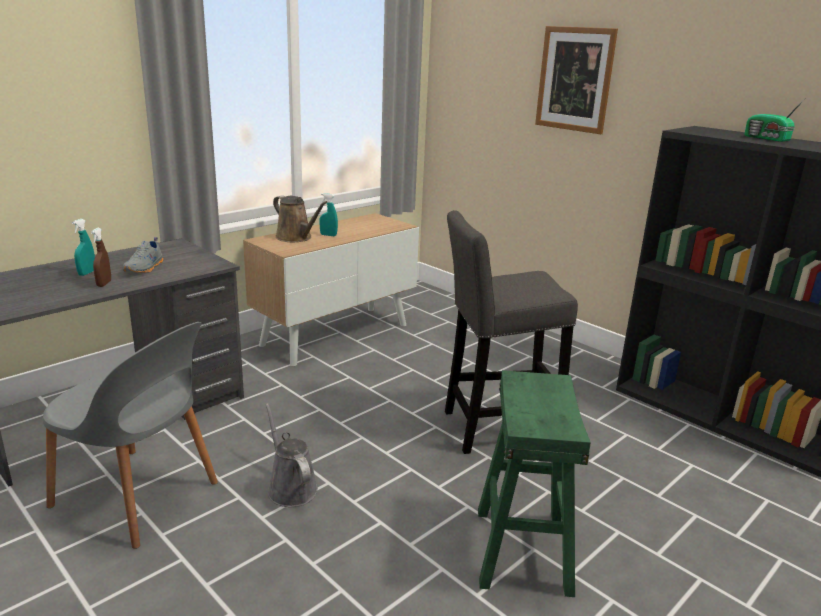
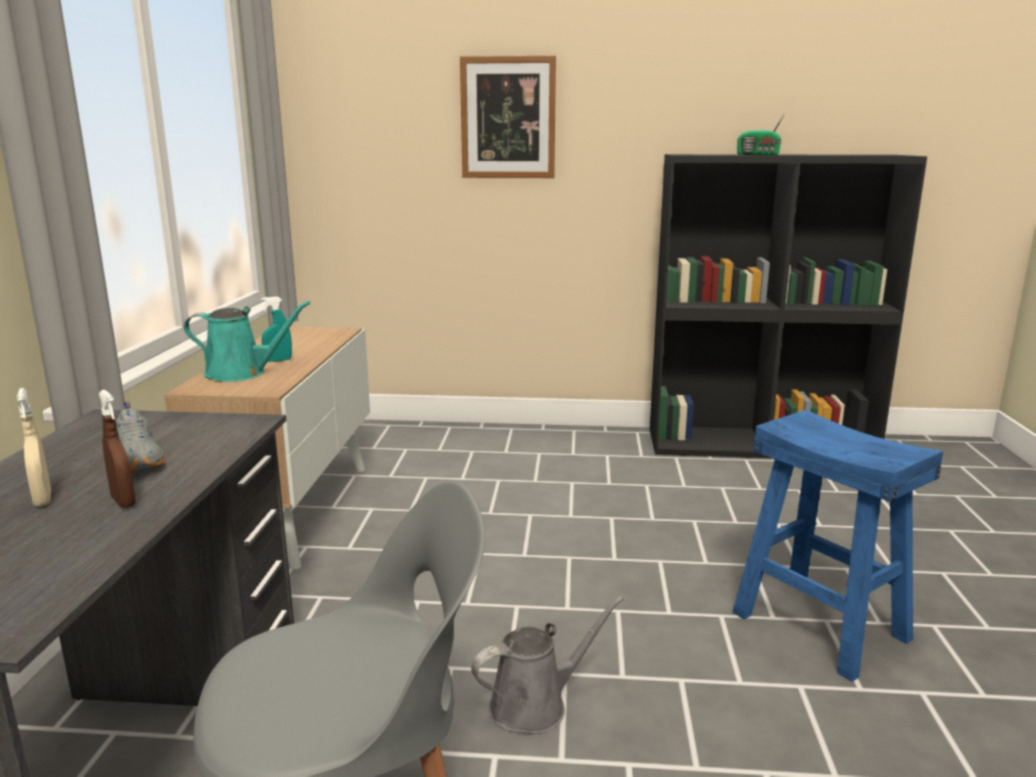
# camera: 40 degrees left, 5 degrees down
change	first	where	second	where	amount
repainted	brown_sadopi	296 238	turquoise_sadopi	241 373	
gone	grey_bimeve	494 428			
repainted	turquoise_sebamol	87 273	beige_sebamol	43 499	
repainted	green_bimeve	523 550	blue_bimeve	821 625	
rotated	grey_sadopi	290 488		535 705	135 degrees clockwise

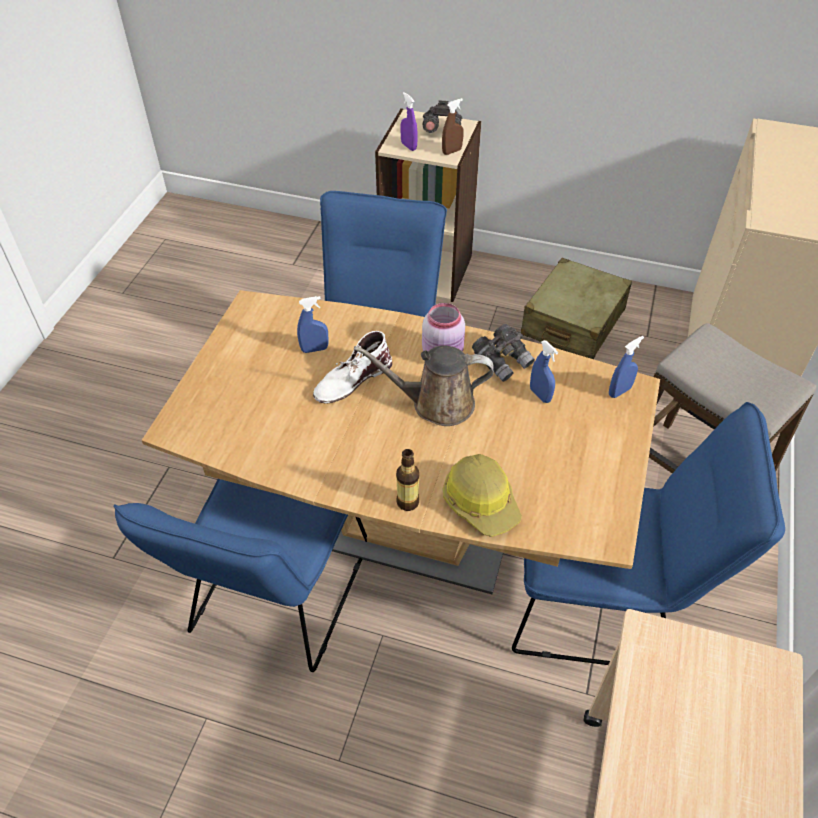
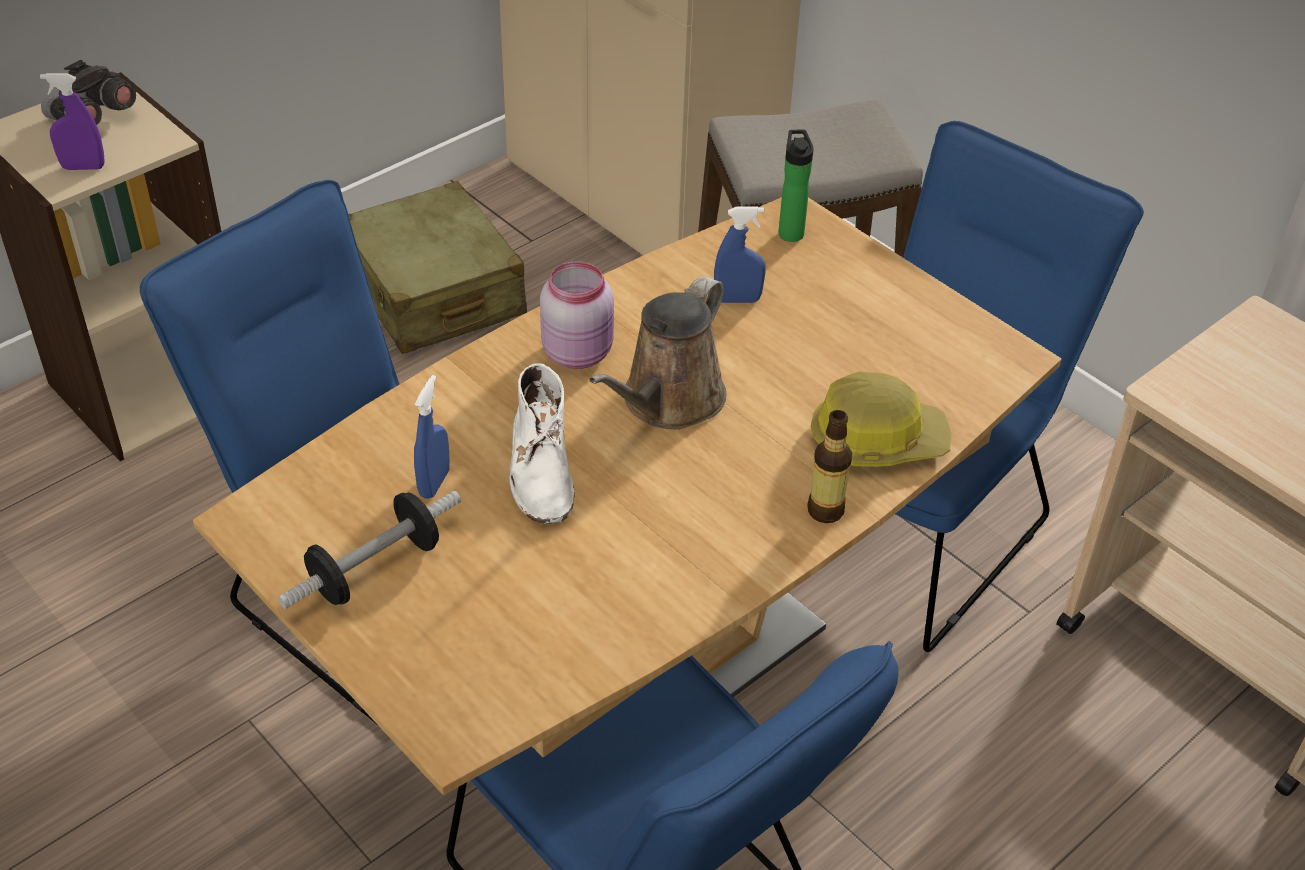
# camera: 60 degrees left, 5 degrees down
change	first	where	second	where	amount
gone	brown_sebamol	452 151			
gone	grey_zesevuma	502 361			
swapped	blue_sebamol	619 391	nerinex	790 231	
new			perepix	375 569	

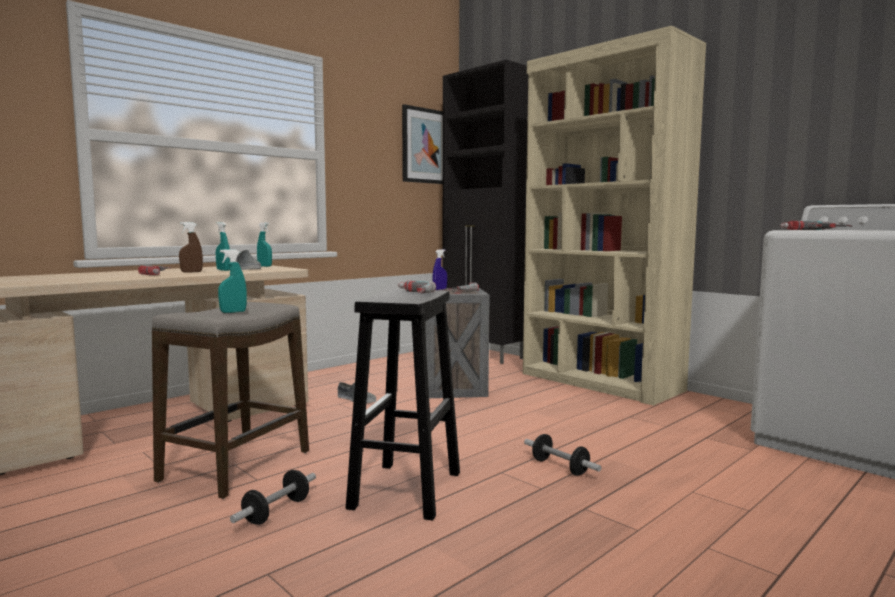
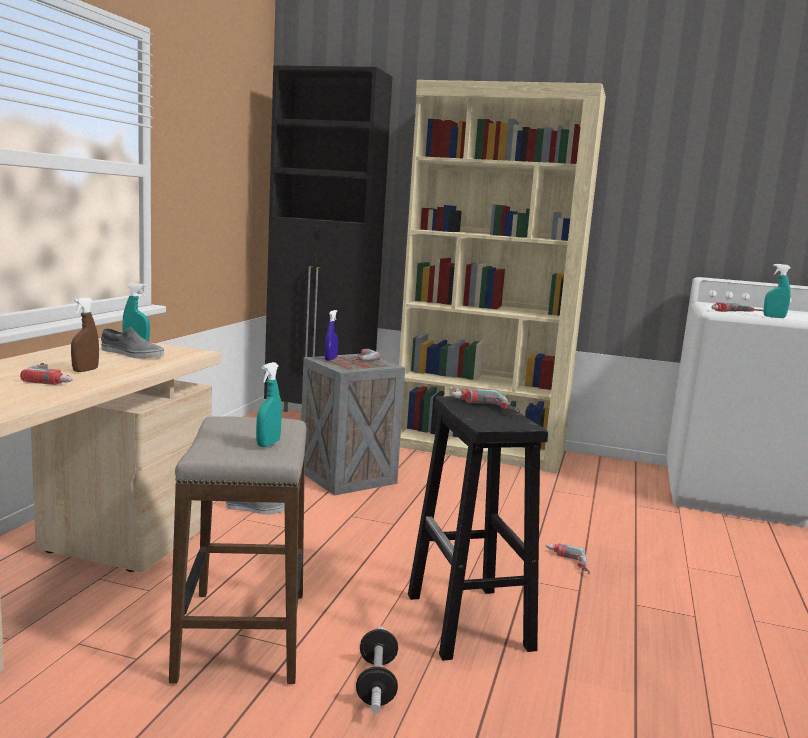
# camera: 30 degrees left, 5 degrees up
change	first	where	second	where	amount
gone	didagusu	425 146			
shifted	turquoise_sebamol	223 270		774 317	
swapped	perepix	560 467	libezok	566 563	

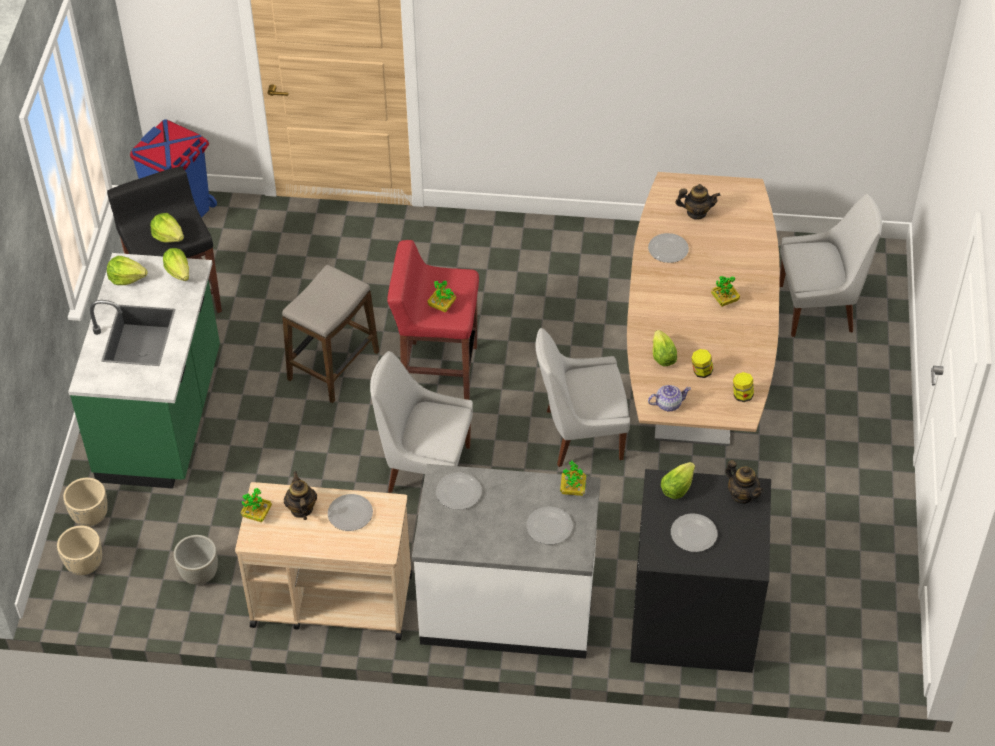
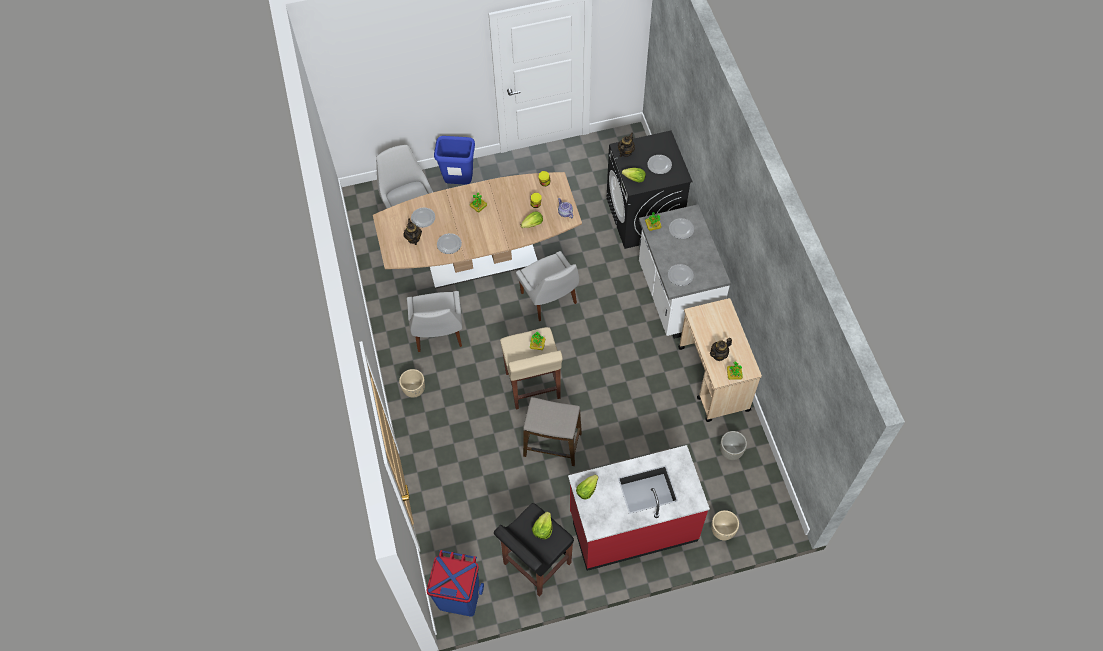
# camera: 110 degrees left, 10 degrees up
change	first	where	second	where	amount
repainted	red_bimeve	438 370	beige_bimeve	533 386	
repainted	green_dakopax	163 417	red_dakopax	633 526	
gone	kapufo	126 278			
shifted	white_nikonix	425 468		438 334	
shifted	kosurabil	350 513		422 218	
shifted	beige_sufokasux	84 565		414 390	
new			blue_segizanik	459 182	

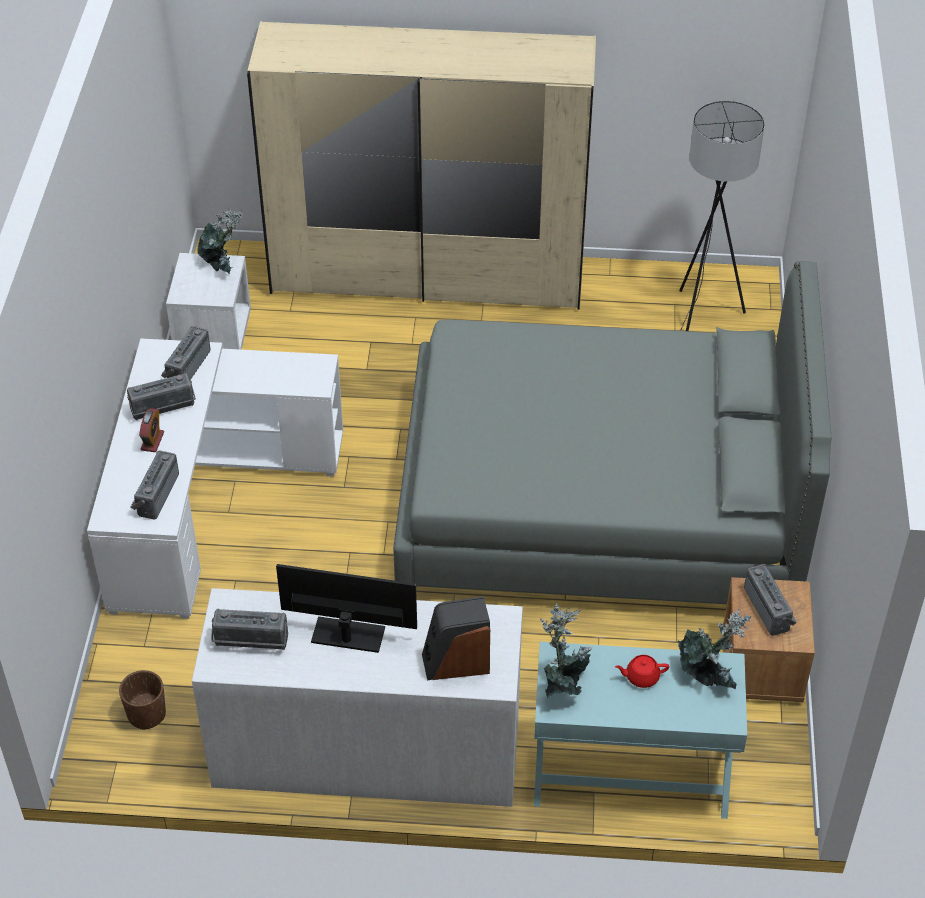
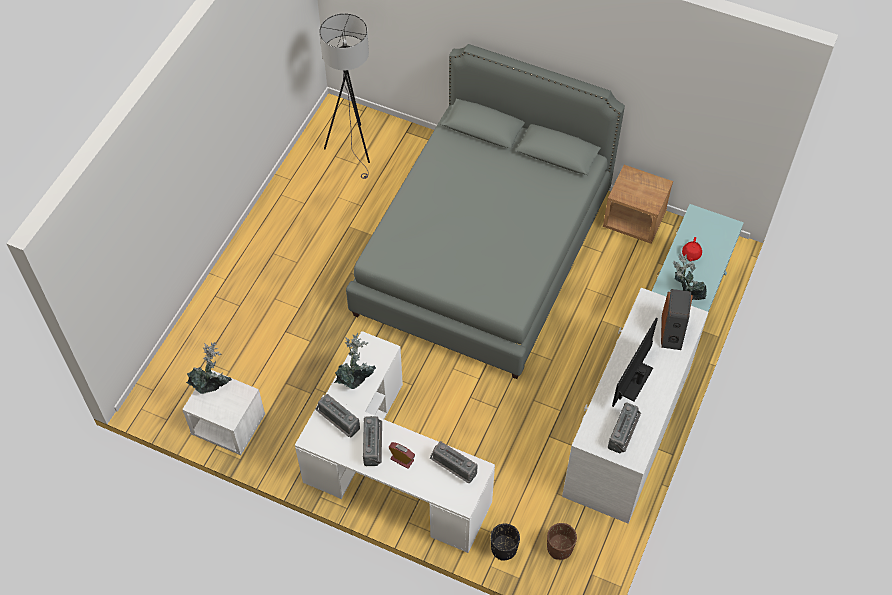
# camera: 70 degrees left, 10 degrees up
change	first	where	second	where	amount
gone	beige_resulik	429 277			
gone	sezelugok	769 609			
shifted	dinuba	708 676		355 379	
new			black_sufokasux	504 549	

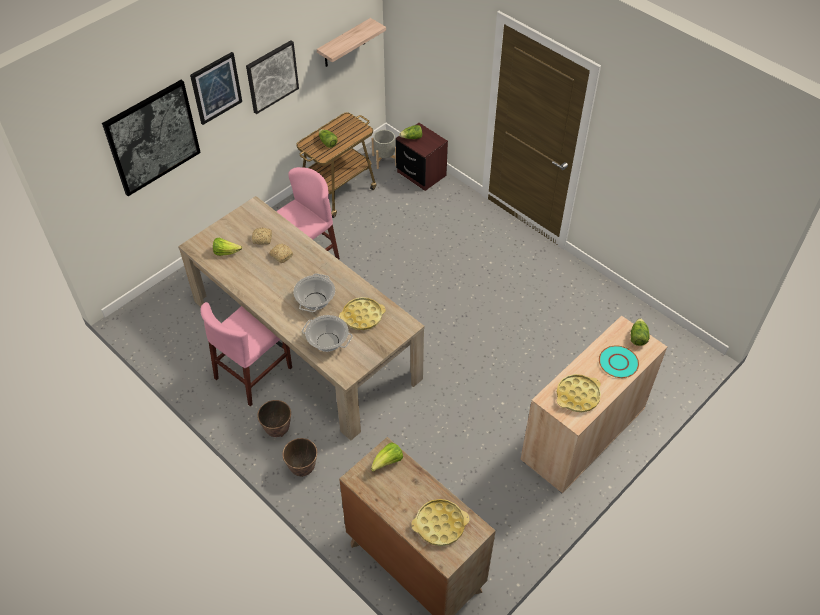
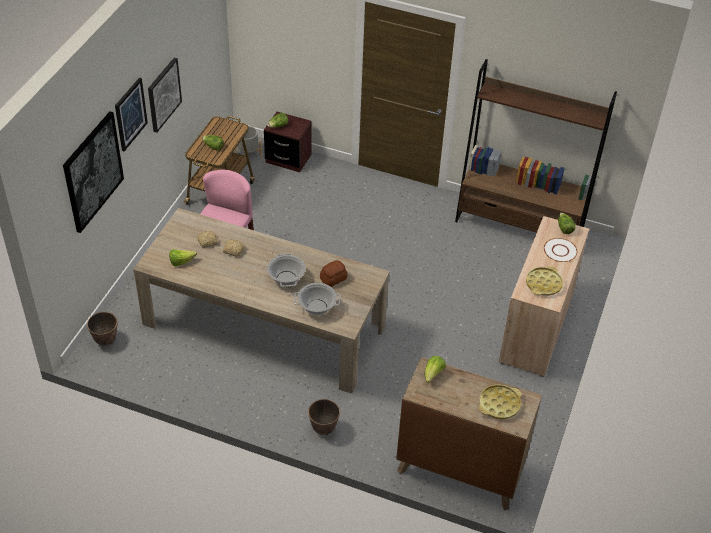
# camera: 25 degrees left, 5 degrees down
change	first	where	second	where	amount
gone	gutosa	344 43			
swapped	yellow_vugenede	362 316	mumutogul	334 279	
gone	pink_nikonix	253 373			
repainted	turquoise_kosurabil	618 362	white_kosurabil	560 251	
shifted	sufokasux	277 430		105 340	
new			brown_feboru	519 226	

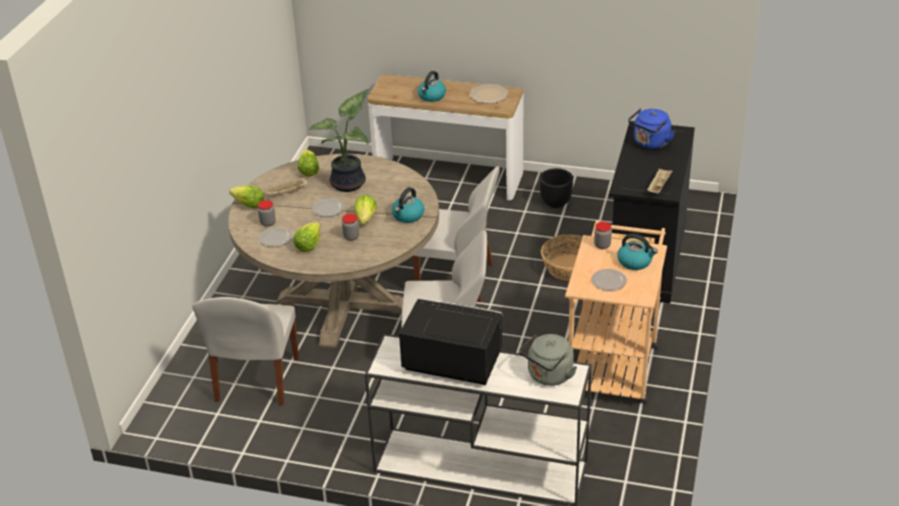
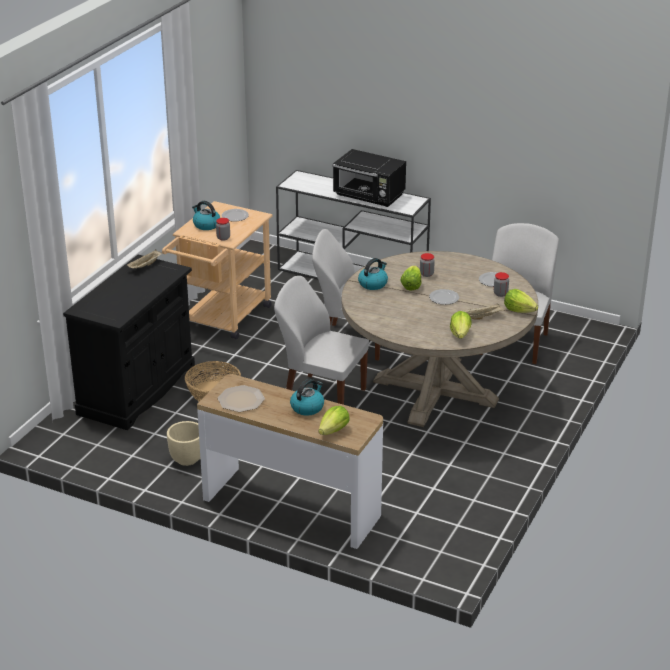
# camera: 170 degrees left, 5 degrees down
change	first	where	second	where	amount
gone	dinuba	350 183			
gone	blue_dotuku	650 143			
repainted	black_sufokasux	555 202	beige_sufokasux	187 459	
shifted	kapufo	308 245		334 431	
gone	grey_dotuku	548 376			

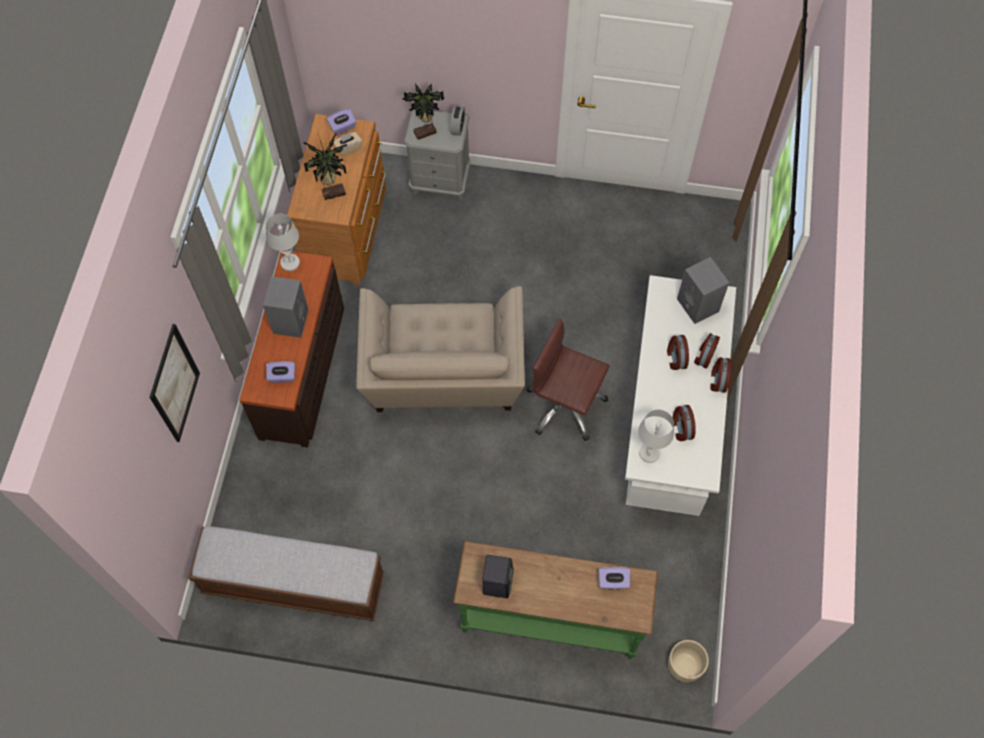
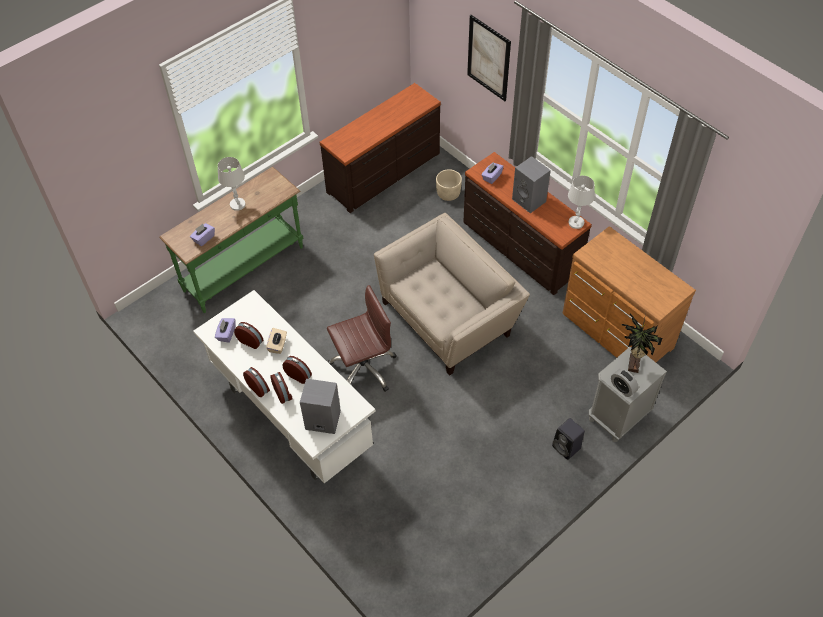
# camera: 130 degrees right, 10 degrees down
change	first	where	second	where	amount
shifted	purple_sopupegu	342 127		226 334	
shifted	beige_sopupegu	348 148		278 345	
gone	dinuba	333 192			
rotated	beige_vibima	443 375		449 316	105 degrees clockwise
shifted	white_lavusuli	649 452		238 204	
swapped	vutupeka	293 583	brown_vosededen	384 173	
shifted	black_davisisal	497 581		567 448	
shifted	beige_sufokasux	684 666		448 194	

